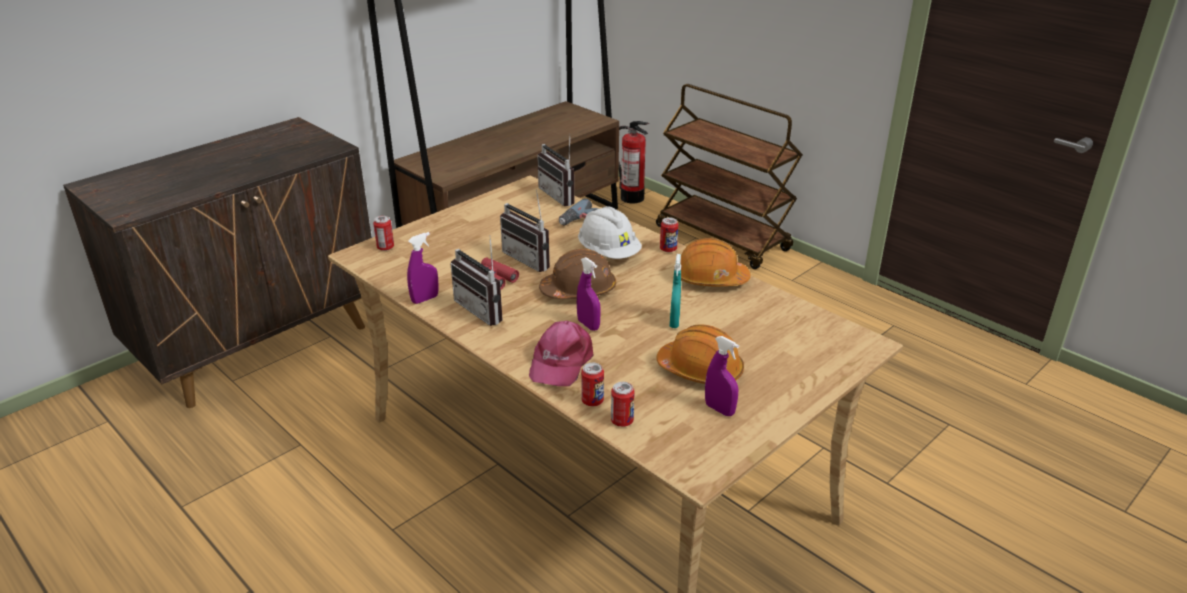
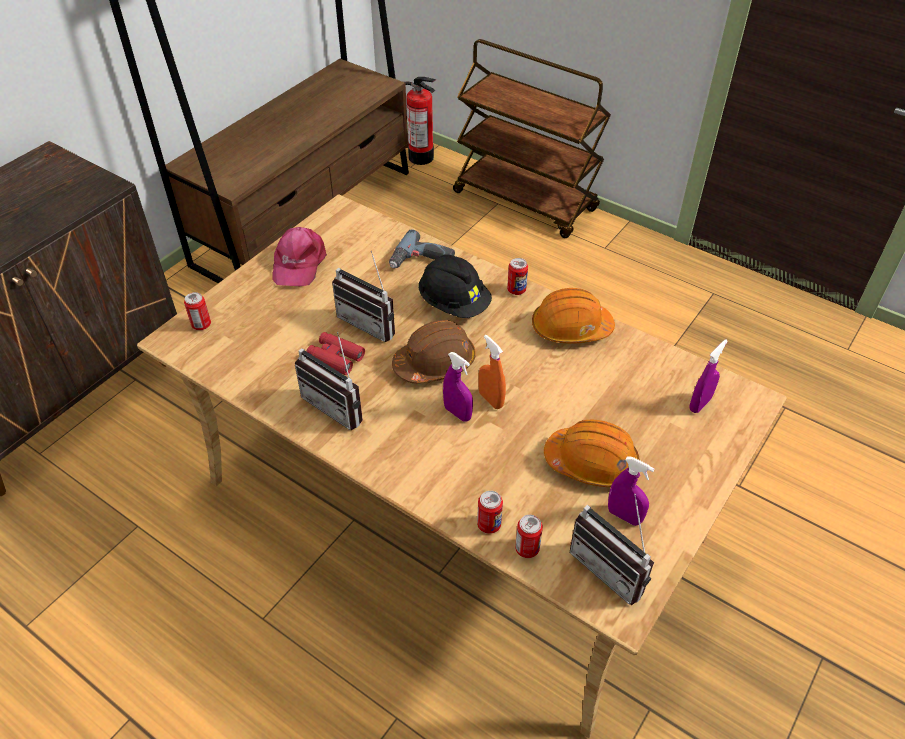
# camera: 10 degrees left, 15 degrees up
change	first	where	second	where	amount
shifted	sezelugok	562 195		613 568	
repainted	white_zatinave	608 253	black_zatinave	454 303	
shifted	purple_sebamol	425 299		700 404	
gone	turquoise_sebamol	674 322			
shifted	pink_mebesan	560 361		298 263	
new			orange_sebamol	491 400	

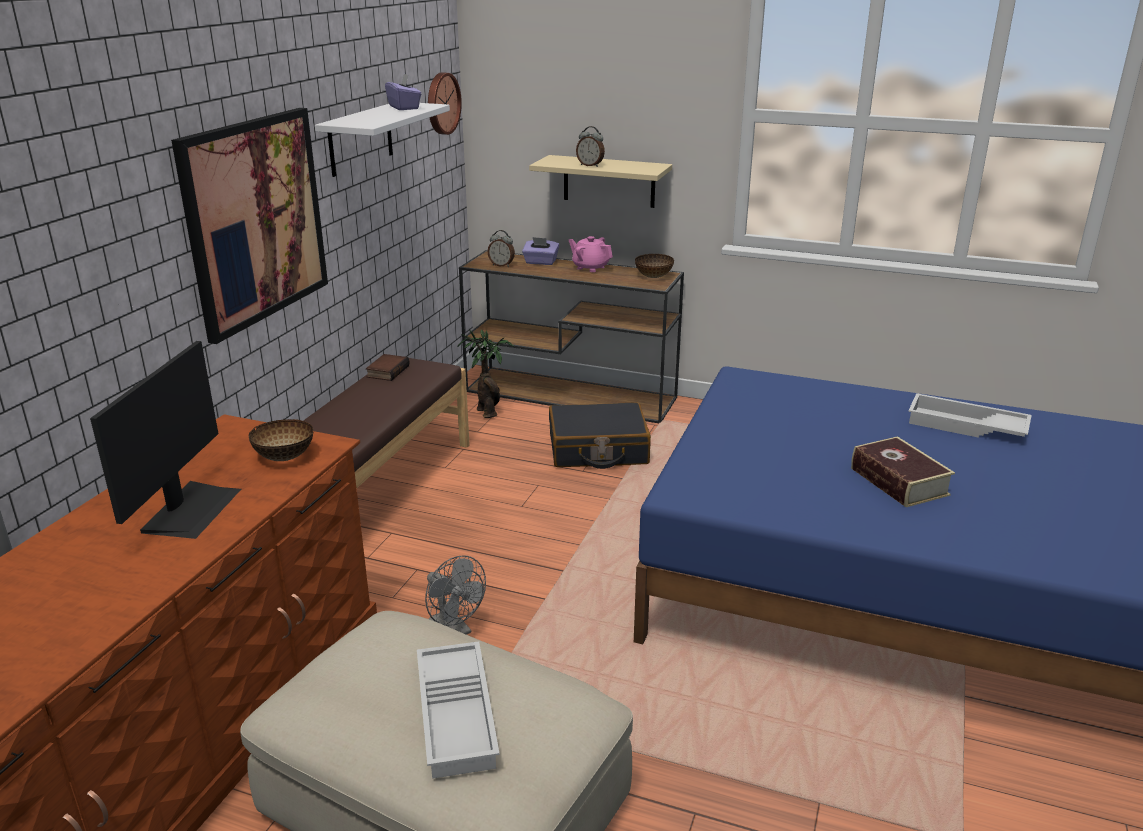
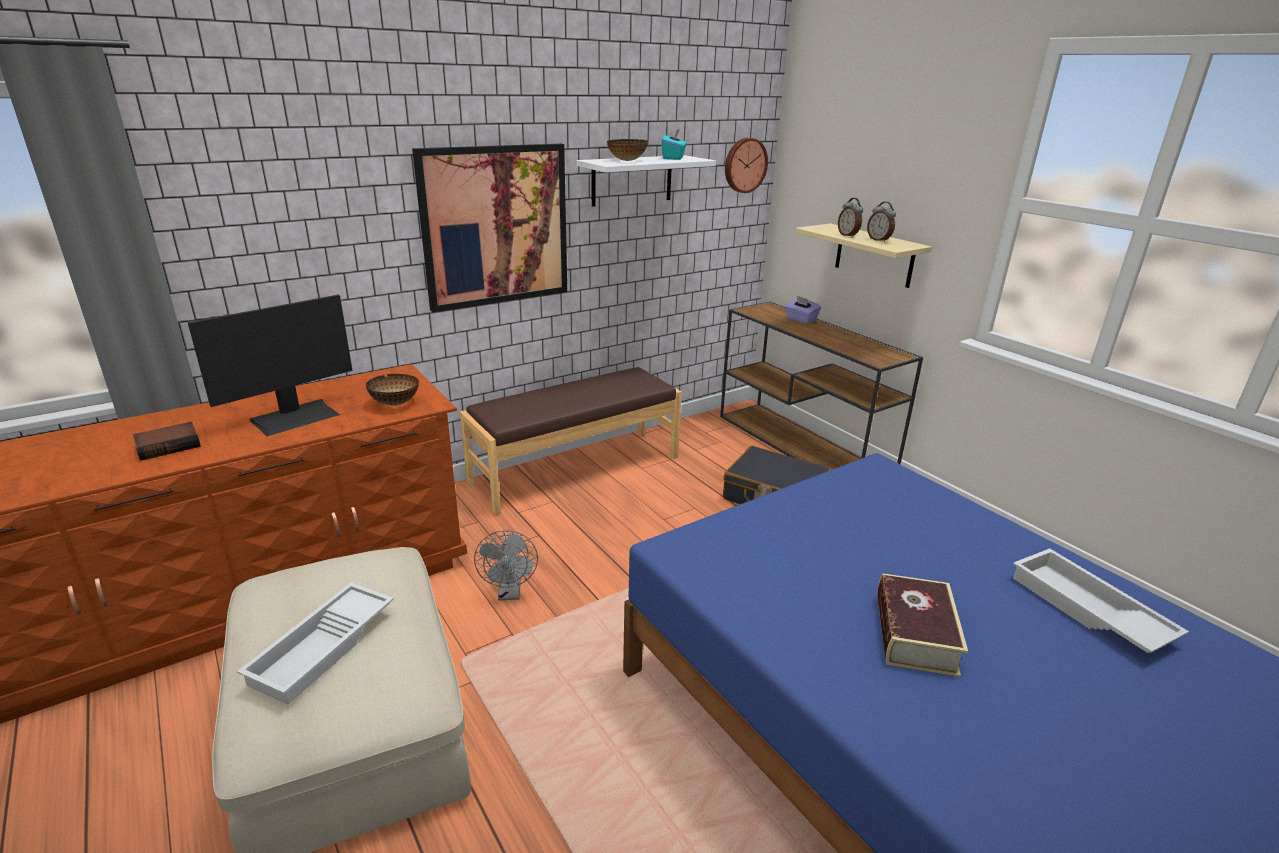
# camera: 35 degrees right, 0 degrees up
change	first	where	second	where	amount
repainted	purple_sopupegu	404 107	turquoise_sopupegu	673 158	
shifted	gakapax	502 265		879 240	
gone	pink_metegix	590 267			
shifted	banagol	653 277		626 160	
gone	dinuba	487 411			
shifted	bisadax	387 371		169 445	

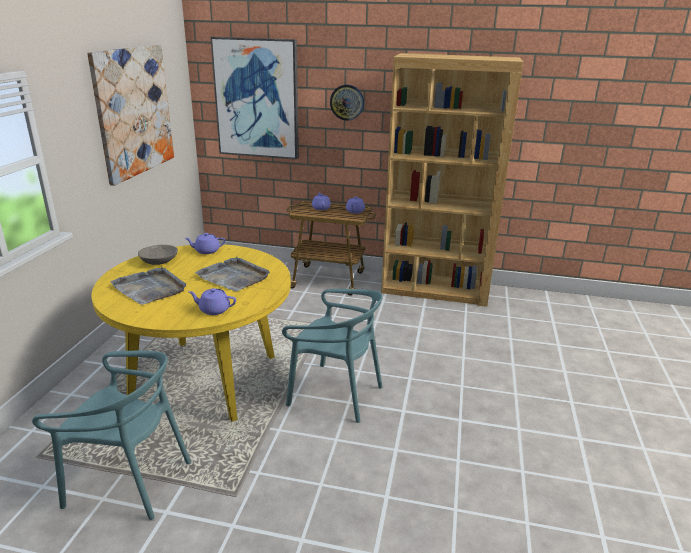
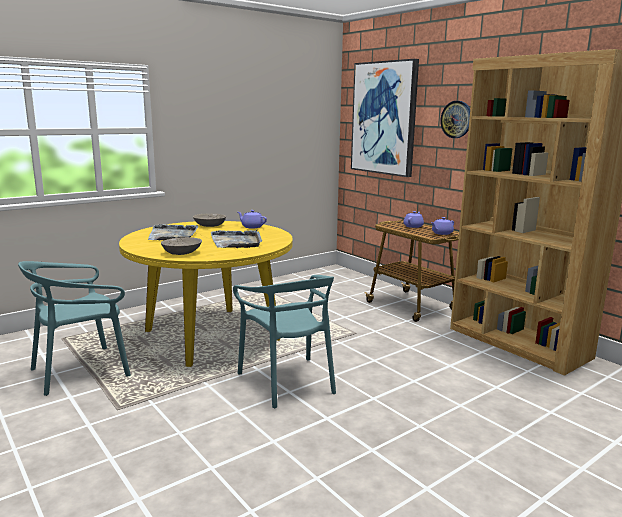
# camera: 40 degrees right, 10 degrees down
change	first	where	second	where	amount
gone	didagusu	134 111			
swapped	purple_metegix	213 310	grey_banagol	182 253	
rotated	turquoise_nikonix	129 480		81 371	90 degrees clockwise

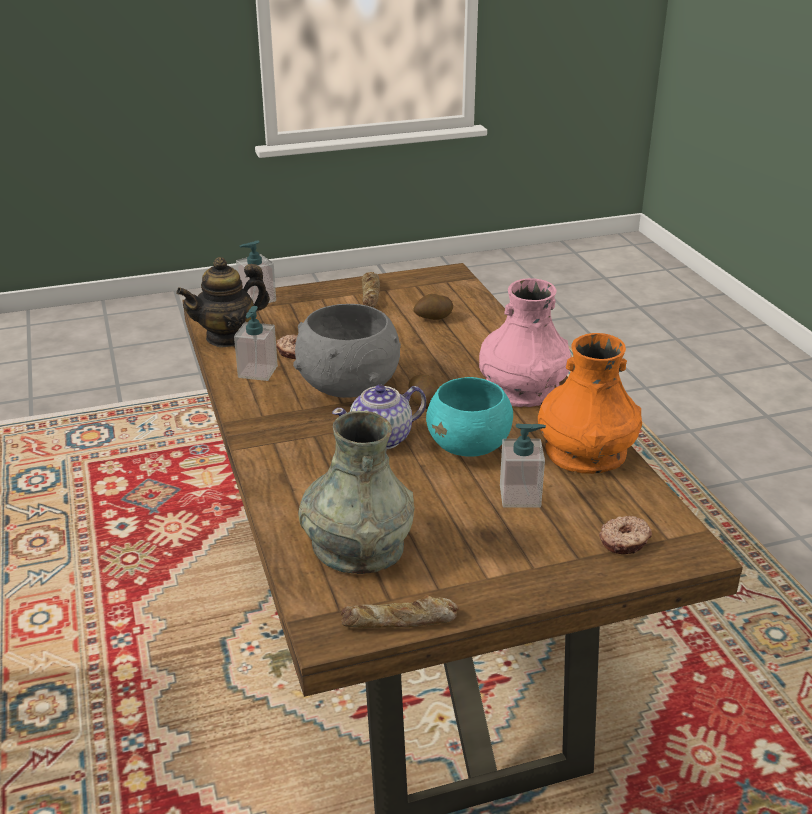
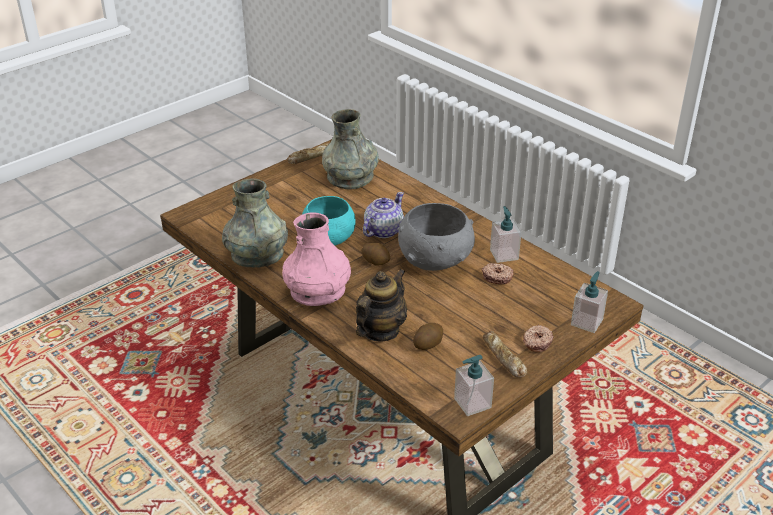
# camera: 155 degrees right, 5 degrees up
change	first	where	second	where	amount
shifted	metegix	228 337		380 331	
repainted	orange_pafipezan	585 451	grey_pafipezan	257 255	
shifted	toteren	520 496		472 403	
shifted	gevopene	625 542		536 342	

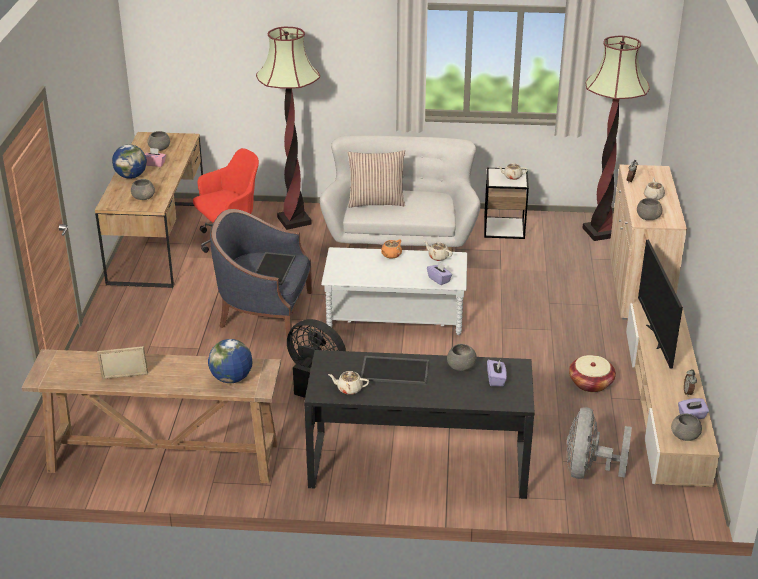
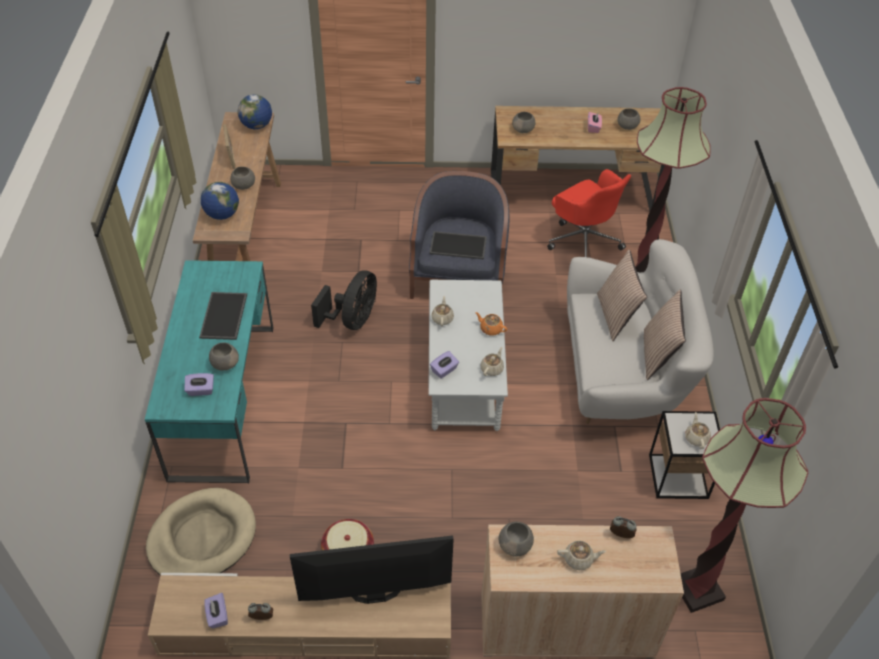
# camera: 85 degrees right, 15 degrees up
change	first	where	second	where	amount
shifted	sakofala	131 176		257 126	
repainted	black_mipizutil	418 464	turquoise_mipizutil	224 399	
shifted	beige_metegix	349 389		442 318	
swapped	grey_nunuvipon	588 469	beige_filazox	202 537	
shifted	grey_banagol	685 436		243 186	
new			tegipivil	657 355	

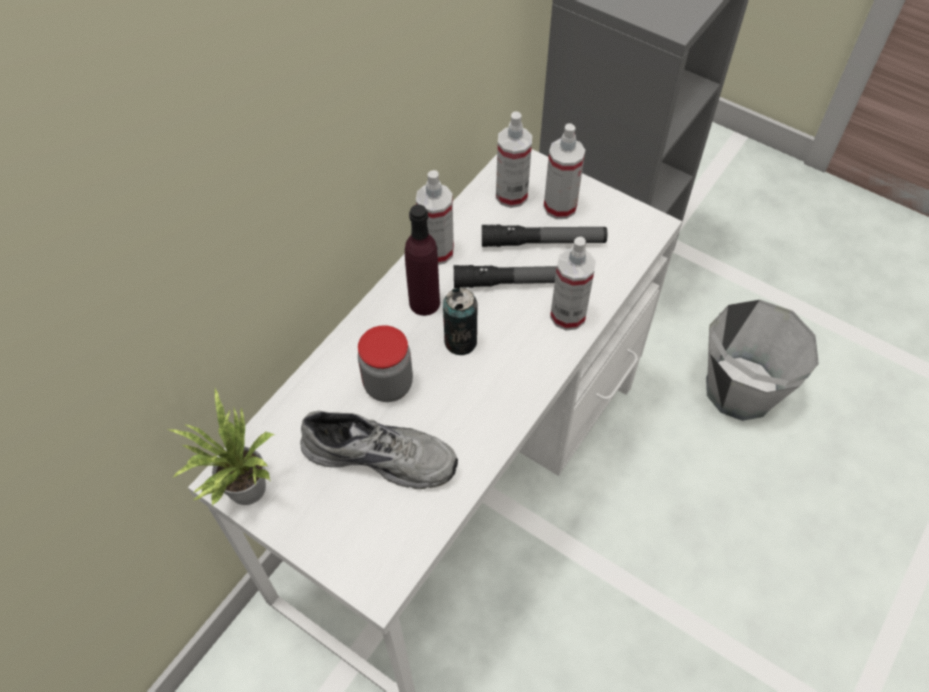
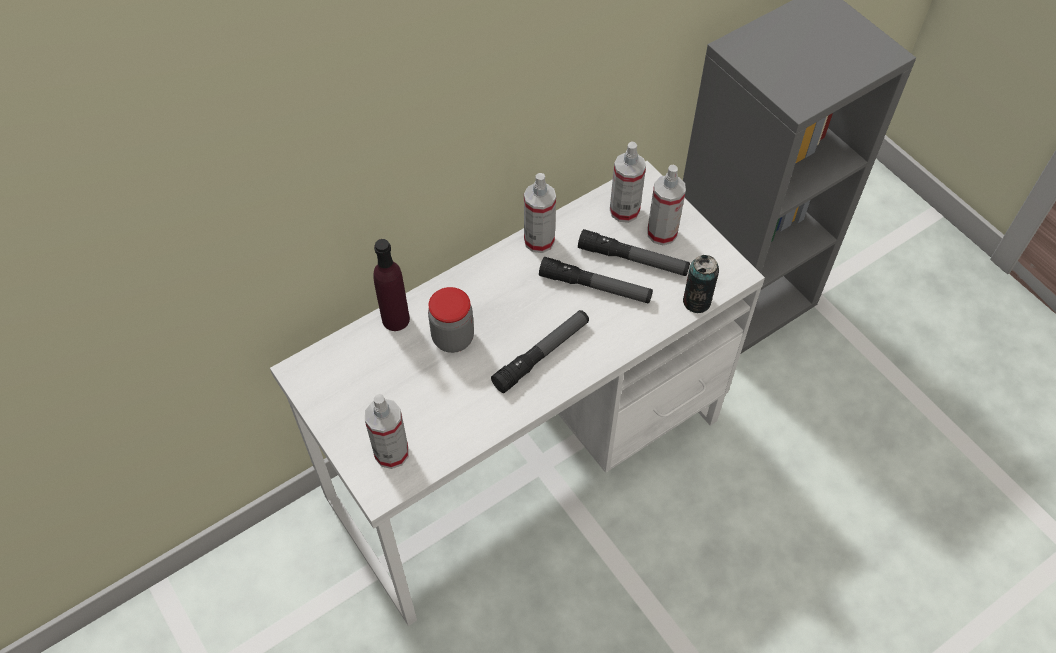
# camera: 20 degrees right, 0 degrees up
change	first	where	second	where	amount
shifted	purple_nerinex	424 303		395 319	
shifted	sebamol	568 315		391 453	
shifted	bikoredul	460 342		696 301	
gone	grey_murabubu	739 389			
gone	dinuba	242 490			
gone	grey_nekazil	381 453			
new			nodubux	541 355	

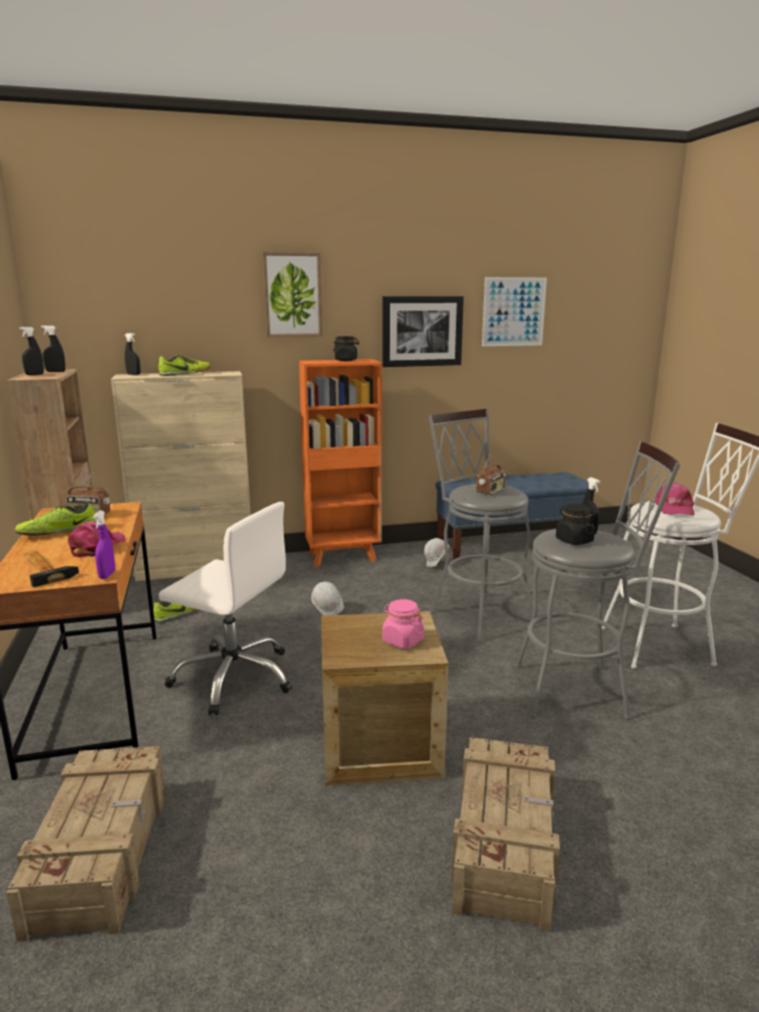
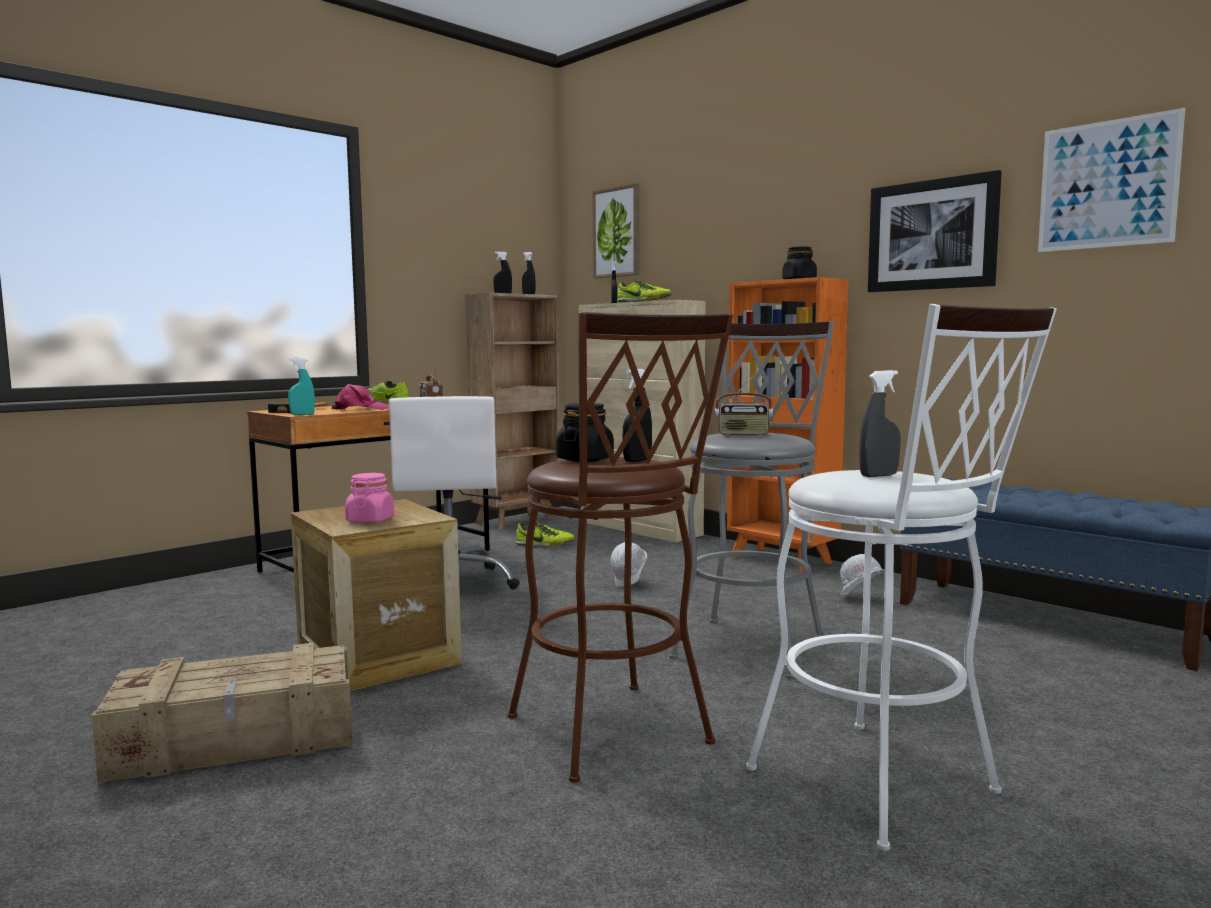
# camera: 60 degrees right, 10 degrees down
change	first	where	second	where	amount
shifted	didagusu	292 295		617 232	
repainted	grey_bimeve	580 691	brown_bimeve	615 736	
swapped	pink_mebesan	673 508	grey_sebamol	878 475	
repainted	purple_sebamol	107 575	turquoise_sebamol	302 414	
gone	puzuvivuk	102 852			

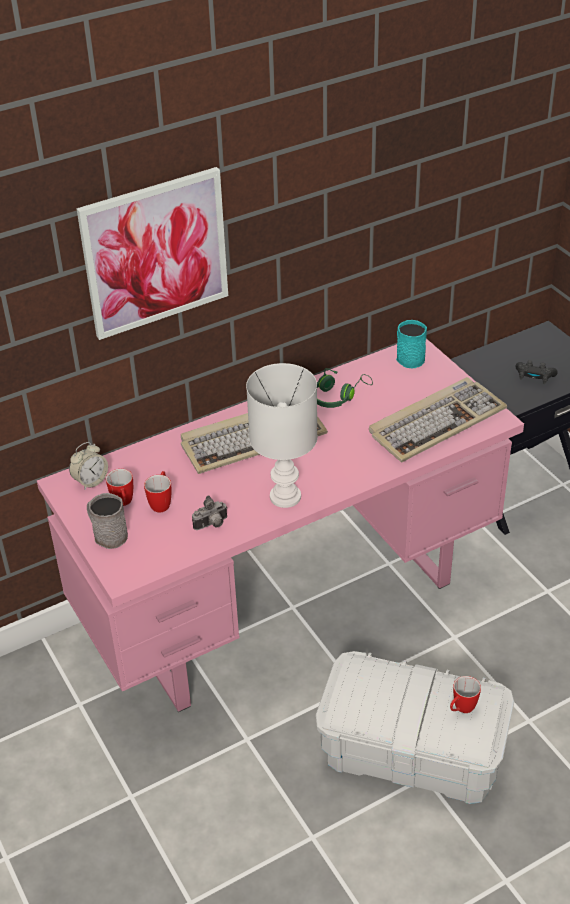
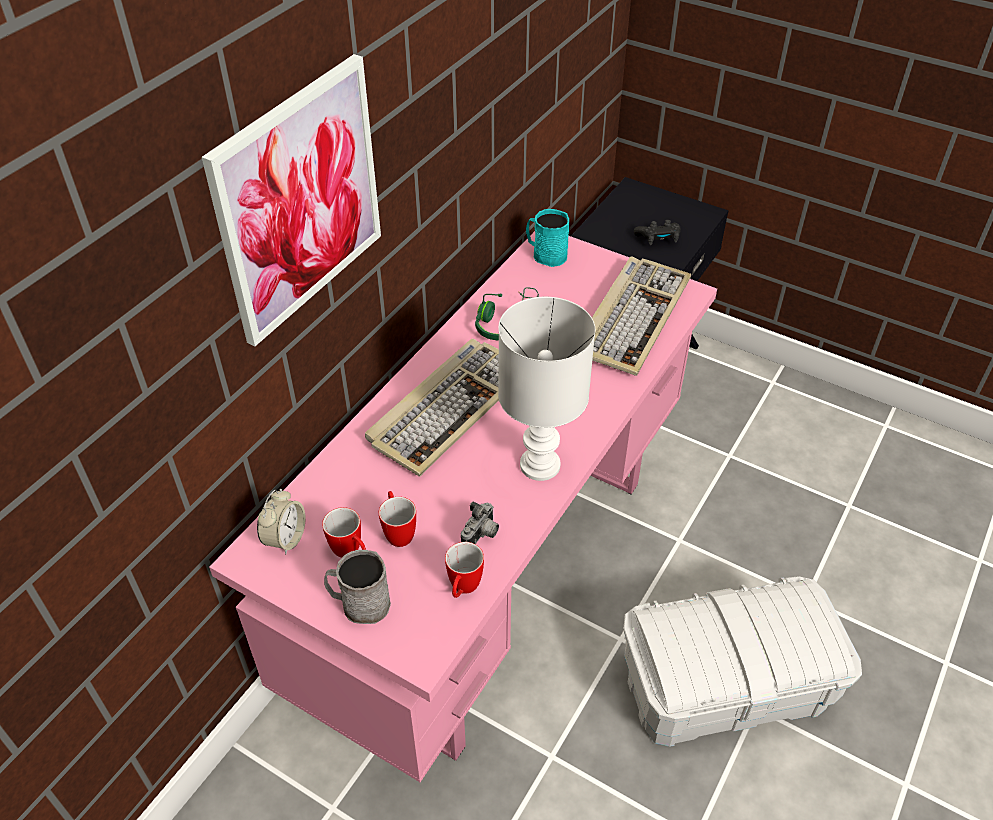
# camera: 30 degrees left, 5 degrees up
change	first	where	second	where	amount
shifted	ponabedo	461 709		463 589	

